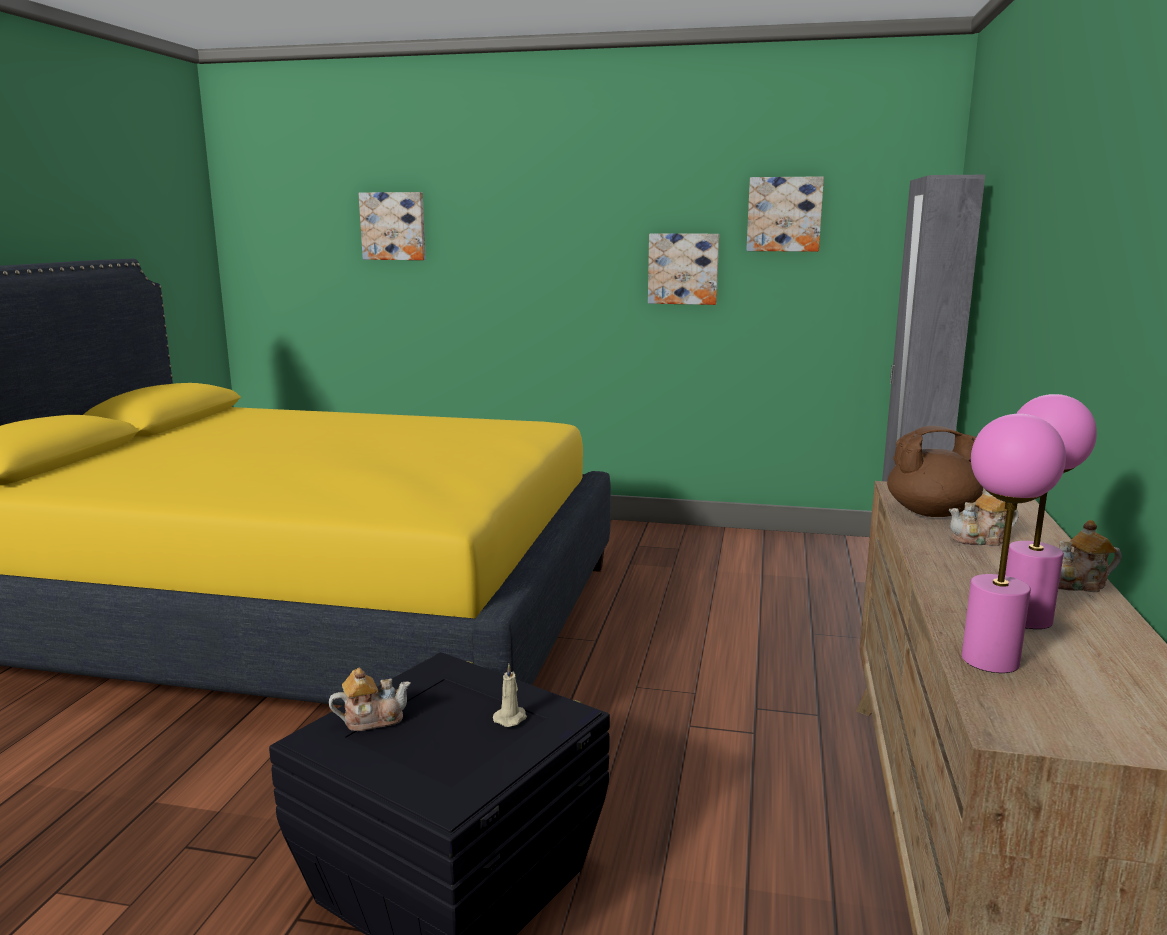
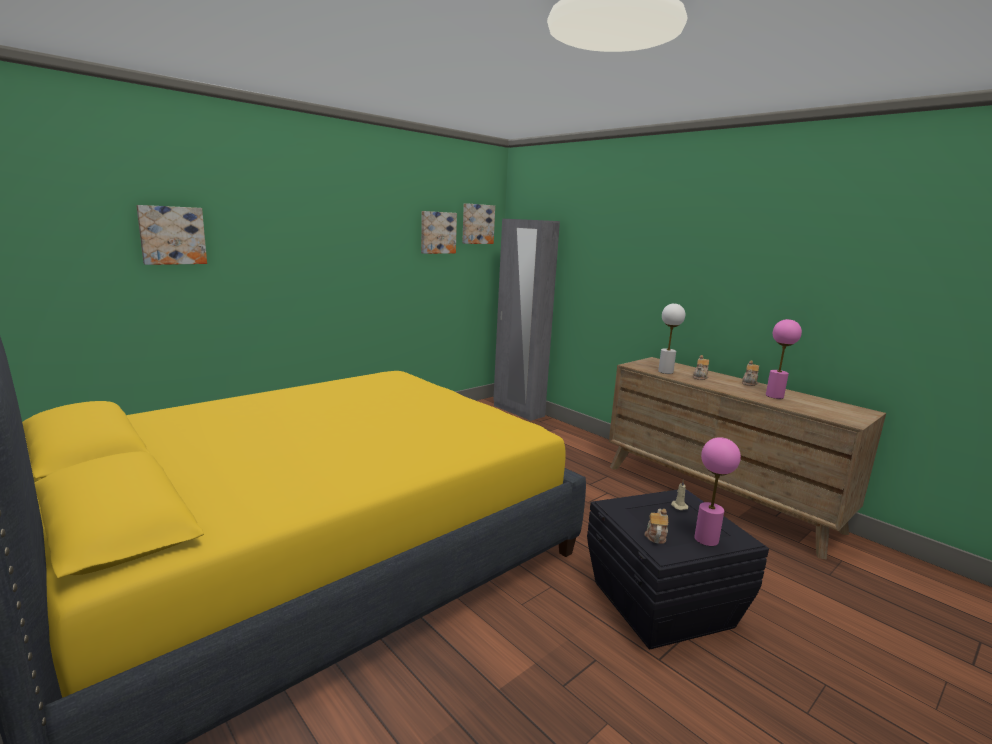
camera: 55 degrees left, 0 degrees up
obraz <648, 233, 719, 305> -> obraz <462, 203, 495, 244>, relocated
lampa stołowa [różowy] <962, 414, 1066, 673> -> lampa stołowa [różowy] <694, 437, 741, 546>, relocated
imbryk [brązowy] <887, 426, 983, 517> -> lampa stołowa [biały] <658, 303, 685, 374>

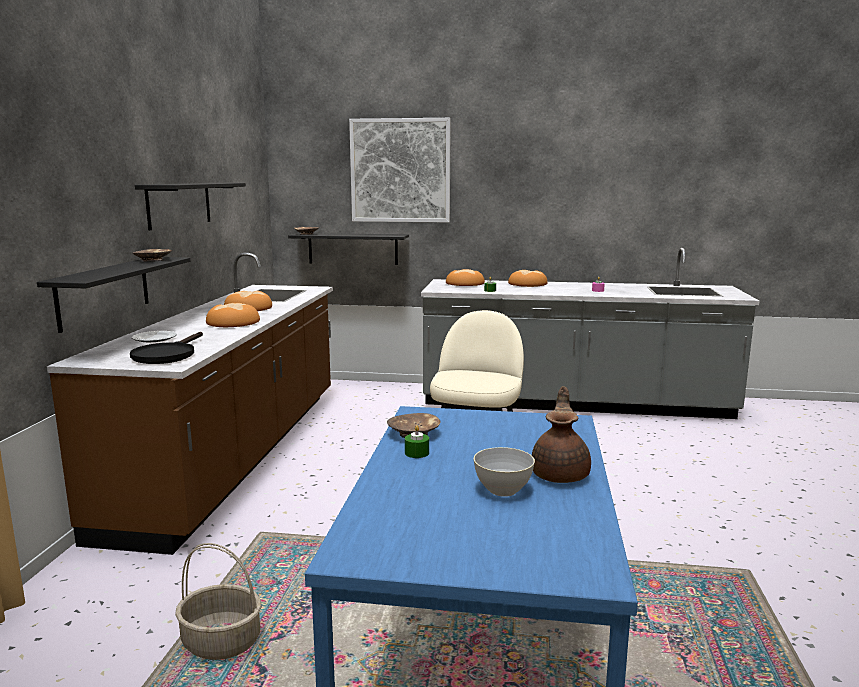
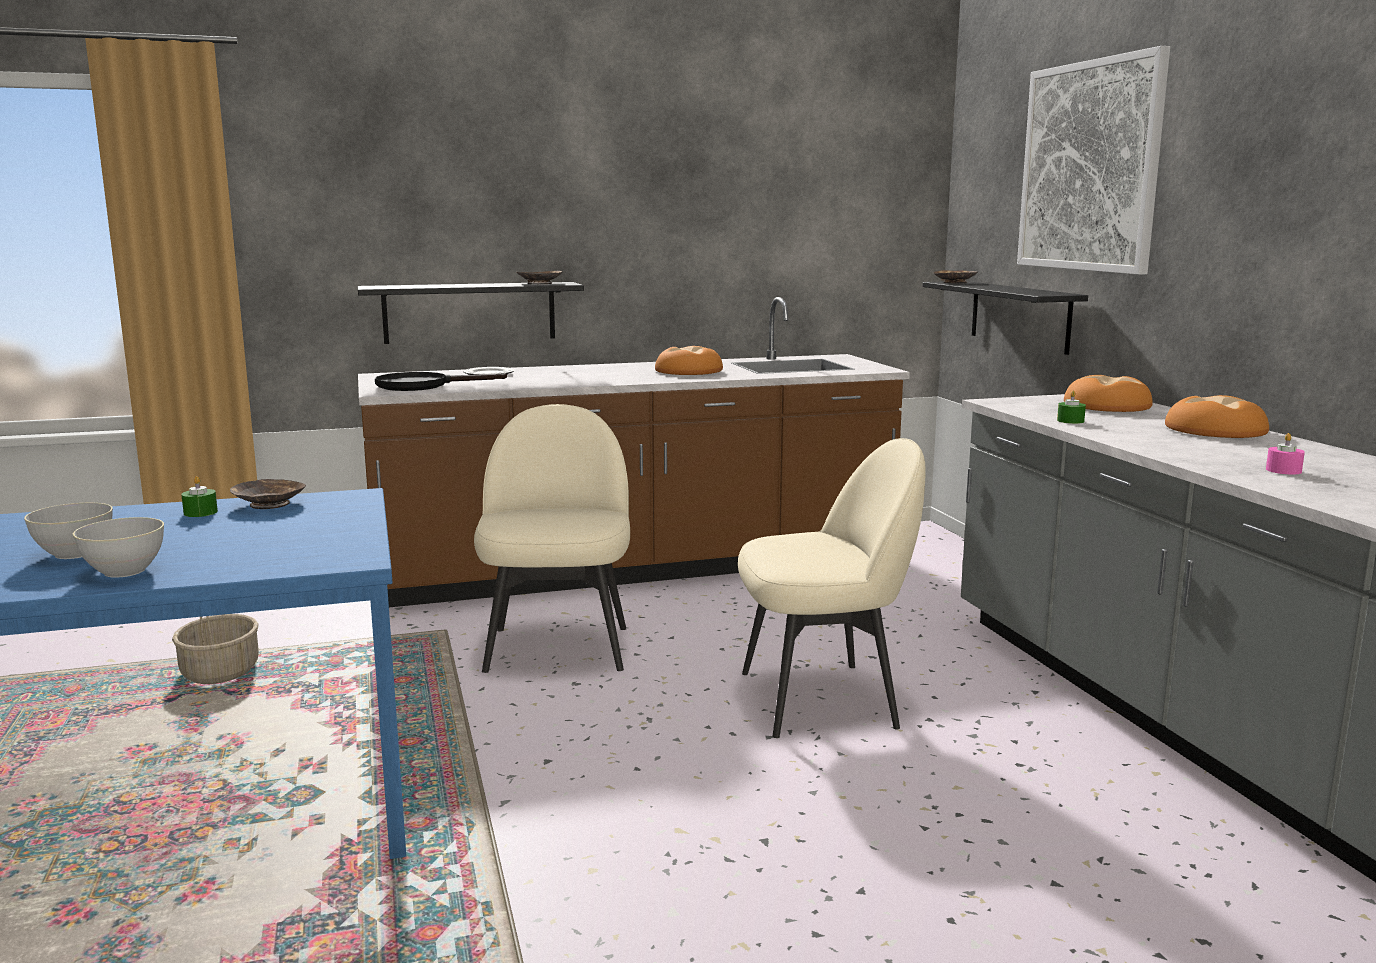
camera: 65 degrees right, 0 degrees up
półka [czarny] <135, 183, 246, 230> -> none
chleb <206, 303, 260, 327> -> none
none -> krzesło [beżowy] <474, 404, 630, 673>
imbryk [brązowy] <532, 386, 591, 483> -> miska [szary] <73, 517, 164, 578>

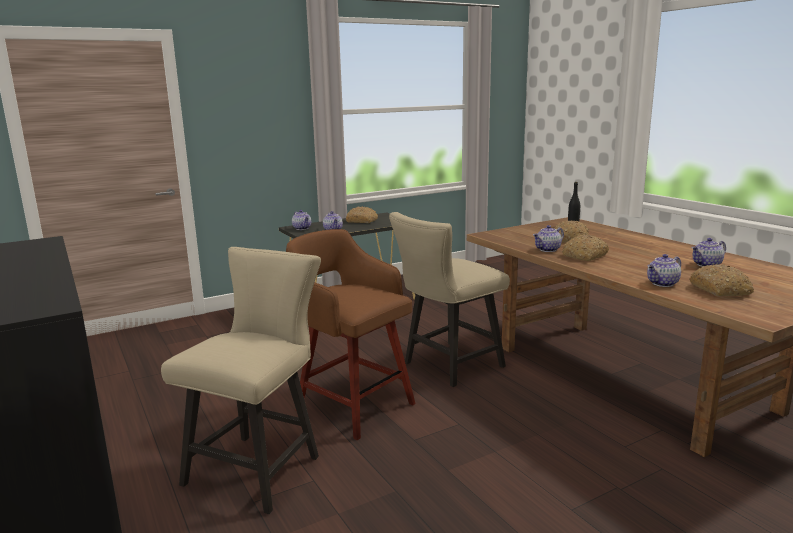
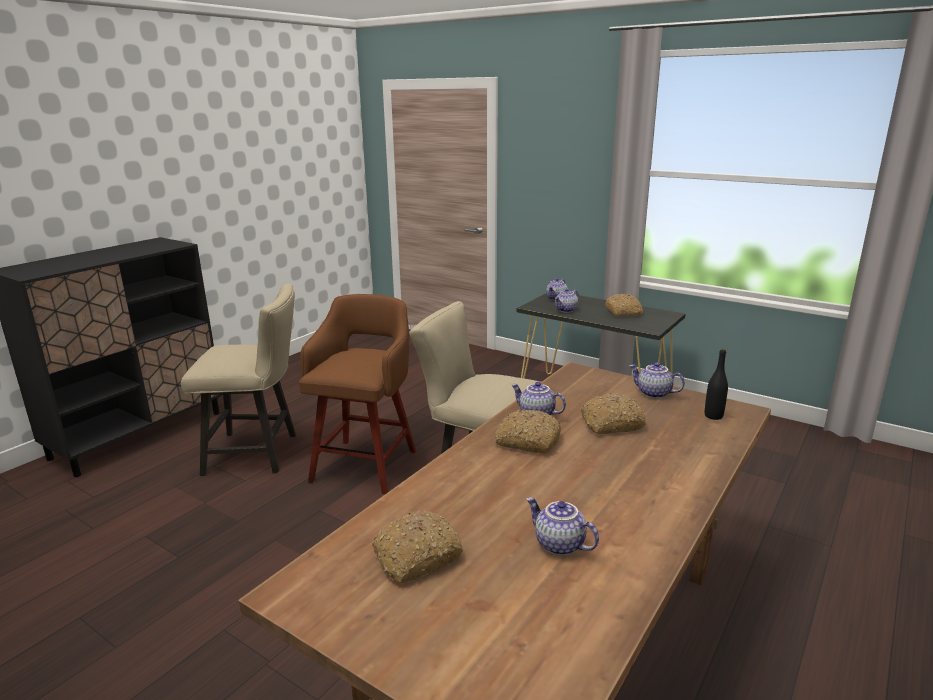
camera: 65 degrees right, 5 degrees up
imbryk <647, 254, 681, 287> -> imbryk <629, 362, 685, 398>, relocated

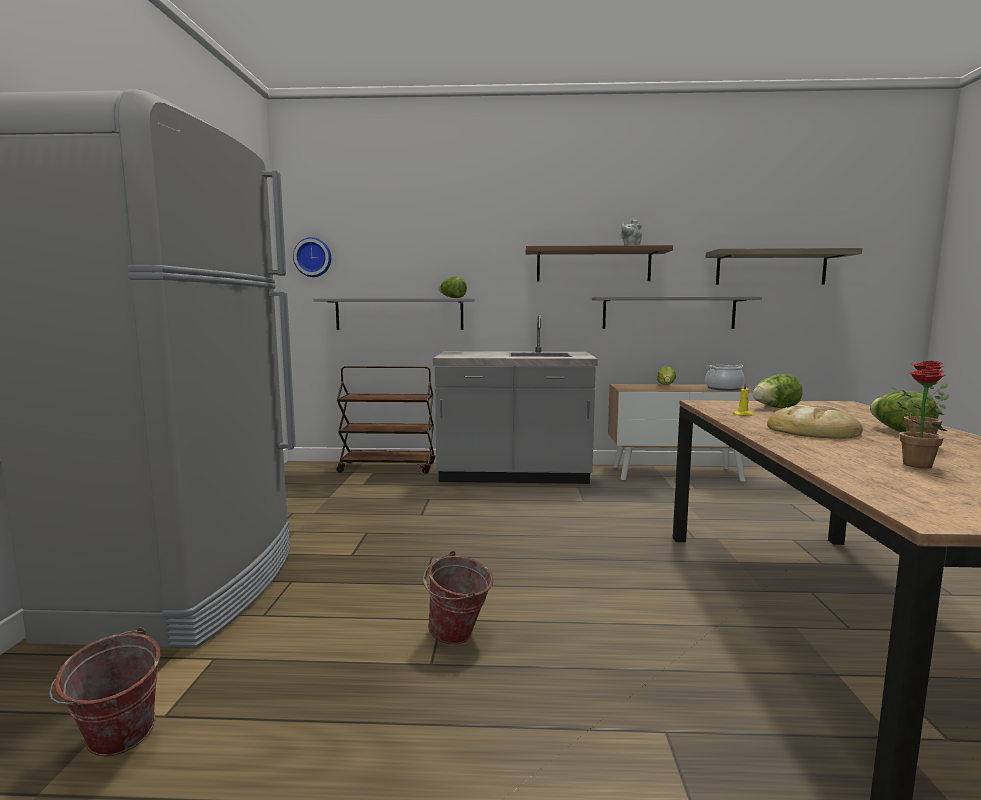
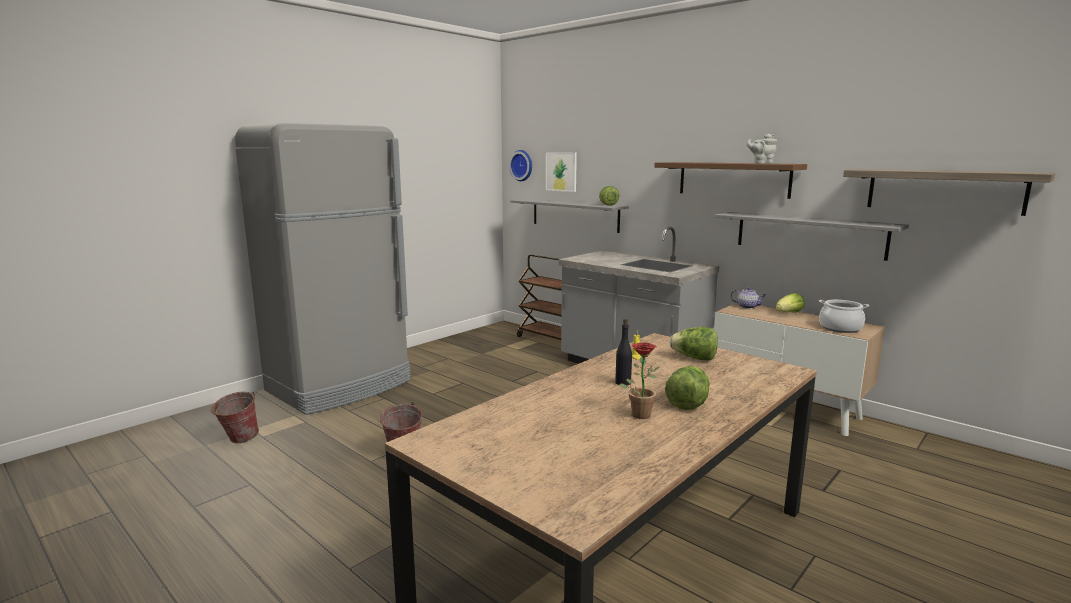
camera: 40 degrees right, 5 degrees up
roślina doniczkowa <880, 368, 949, 469> -> none
none -> obraz <546, 152, 577, 192>
none -> imbryk <731, 287, 767, 309>
chleb <767, 405, 863, 439> -> butelka [czarny] <615, 318, 632, 386>

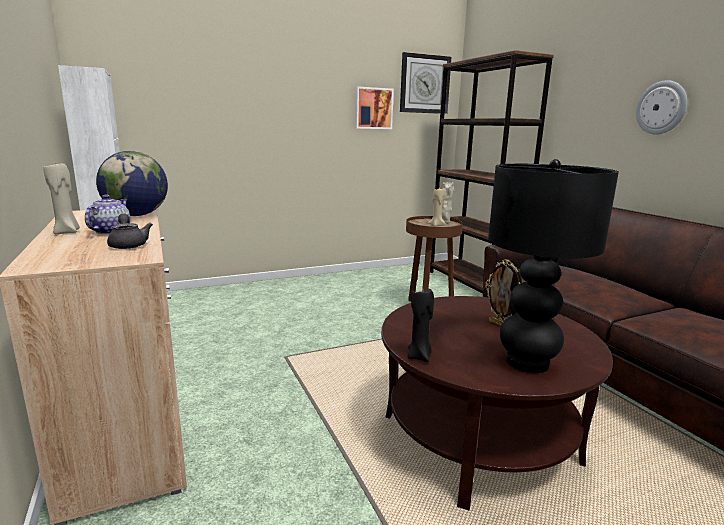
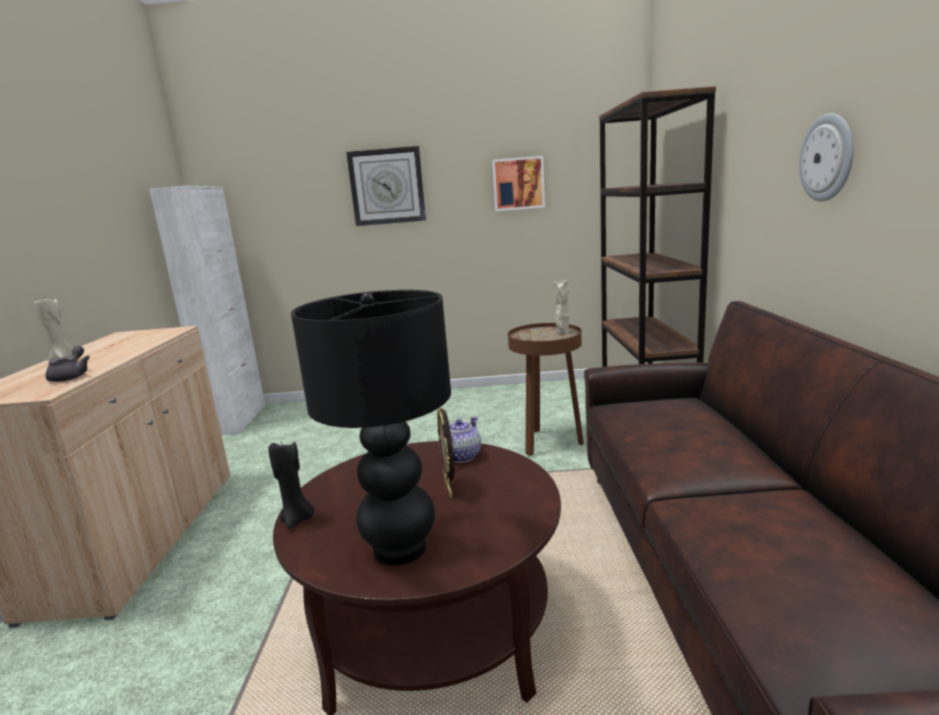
camera: 25 degrees right, 0 degrees up
globus <96, 151, 168, 216> -> none
świeca [beżowy] <428, 188, 446, 226> -> none
imbryk <85, 195, 130, 234> -> imbryk <440, 416, 481, 463>, relocated
zegar ścienny <400, 52, 451, 114> -> zegar ścienny <346, 146, 426, 226>, relocated

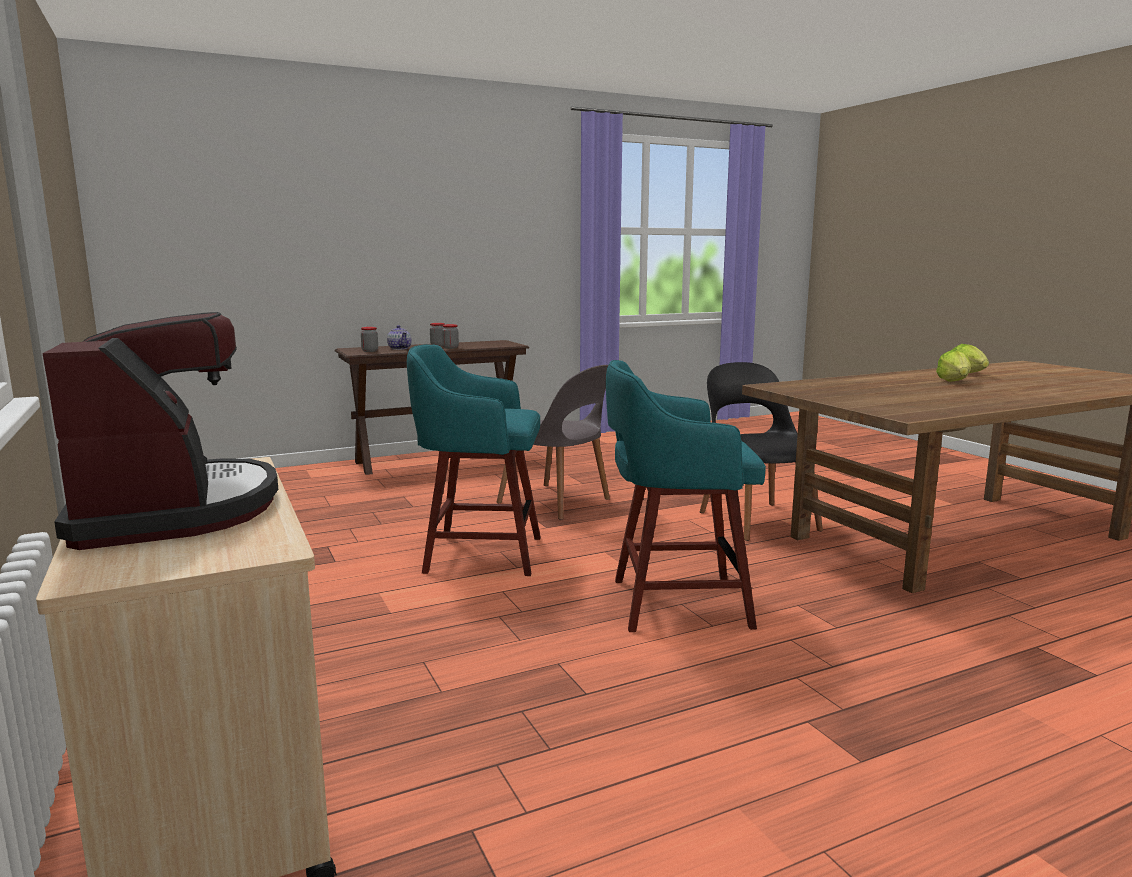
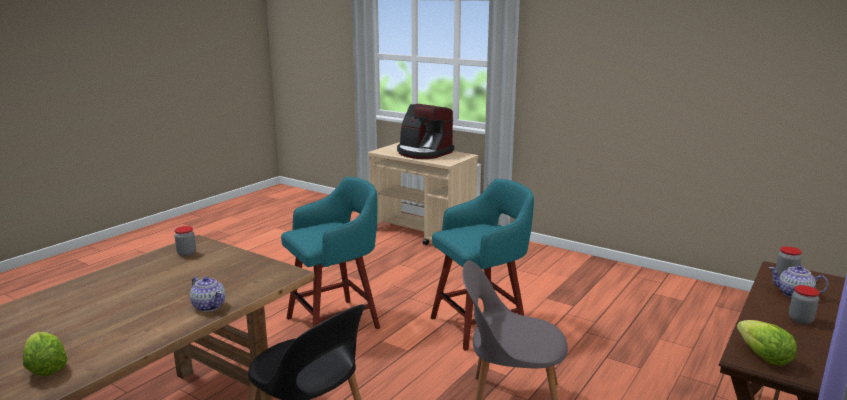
camera: 150 degrees right, 5 degrees up
none -> imbryk <190, 277, 225, 312>
słoik <442, 324, 459, 349> -> słoik <175, 226, 196, 257>, relocated
sałata <936, 350, 971, 381> -> sałata <737, 320, 797, 366>, relocated

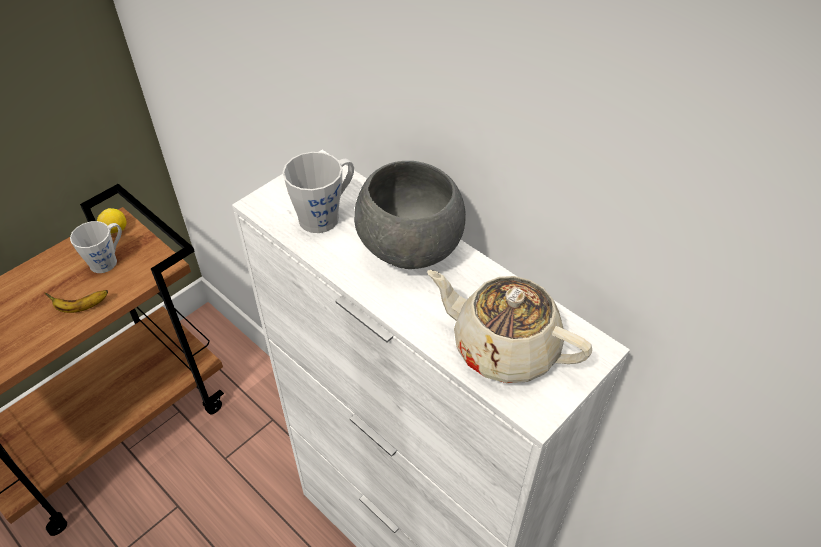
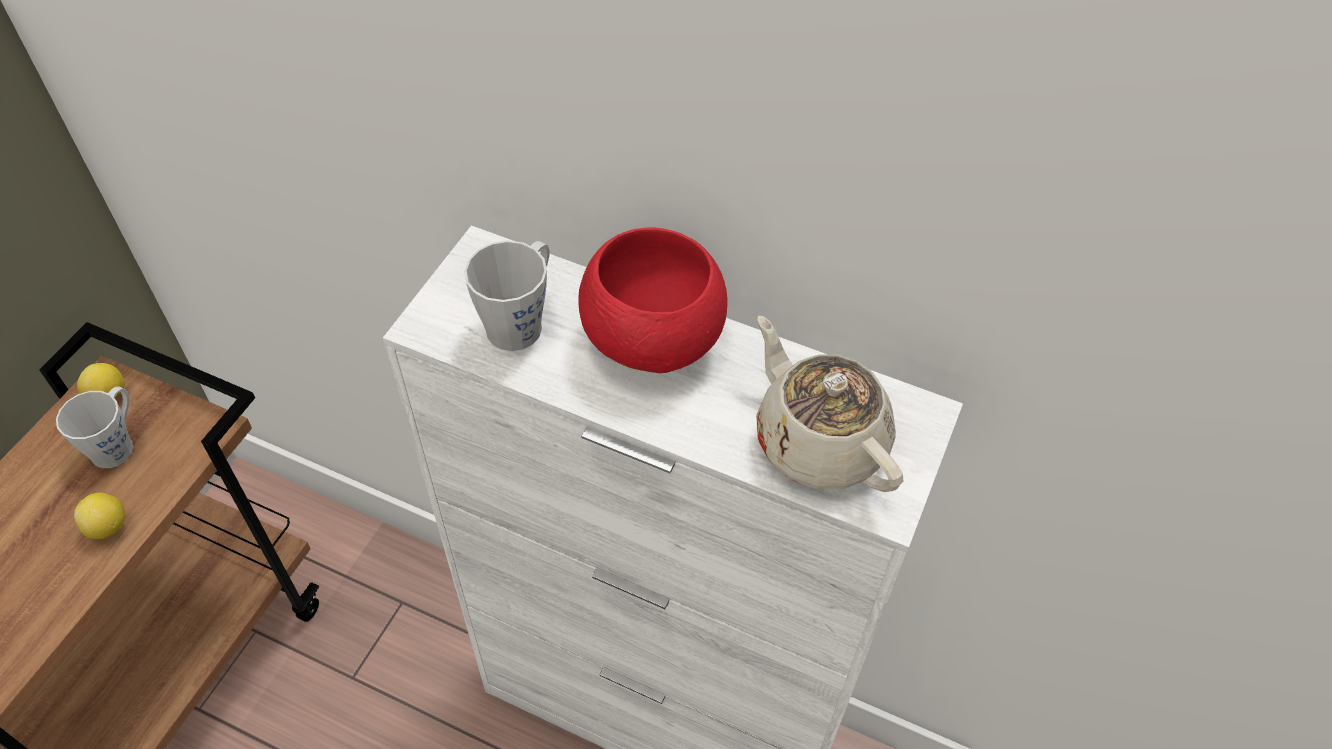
camera: 20 degrees left, 5 degrees up
banan <45, 290, 108, 313> -> cytryna <74, 492, 125, 539>
miska [szary] <354, 161, 466, 269> -> miska [czerwony] <578, 228, 728, 373>
imbryk [beżowy] <427, 270, 592, 383> -> imbryk [beżowy] <756, 316, 903, 492>, 45 degrees clockwise

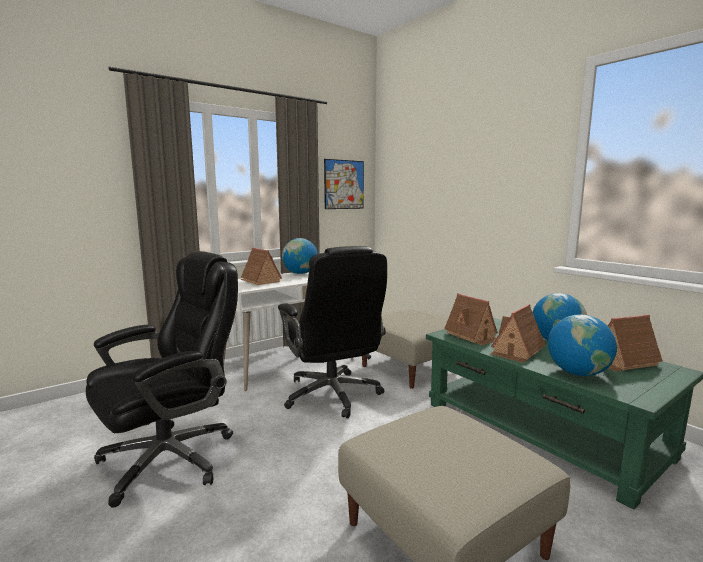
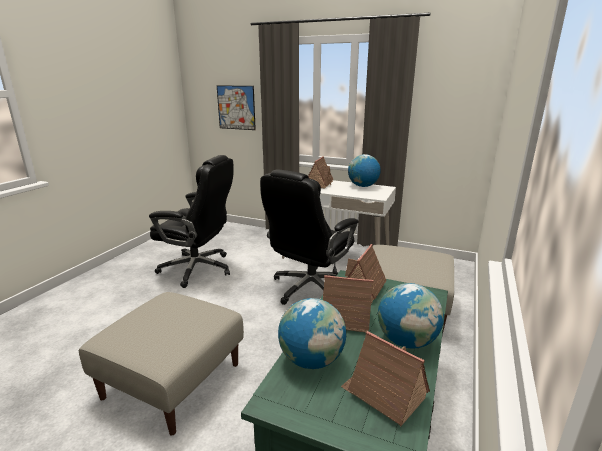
camera: 60 degrees right, 10 degrees up
obraz <324, 159, 364, 209> -> obraz <217, 85, 256, 130>, relocated

